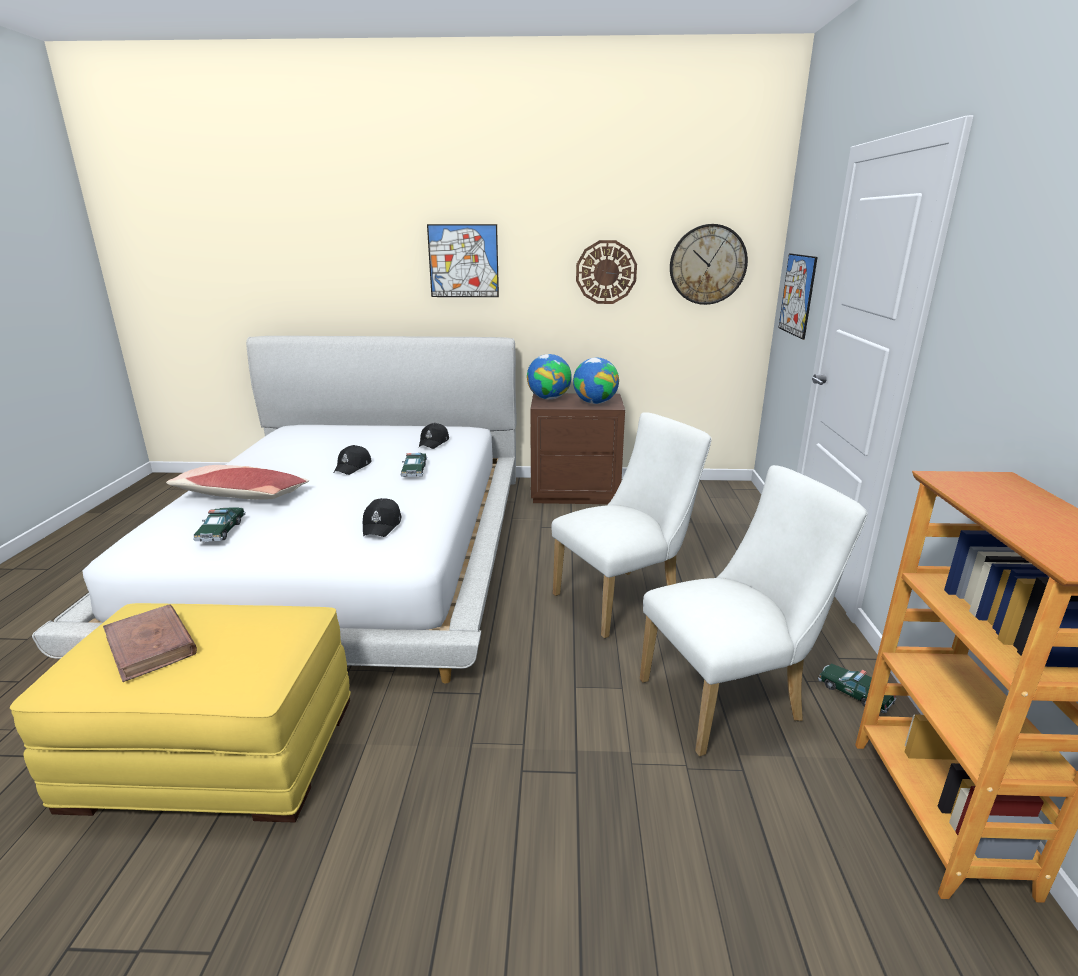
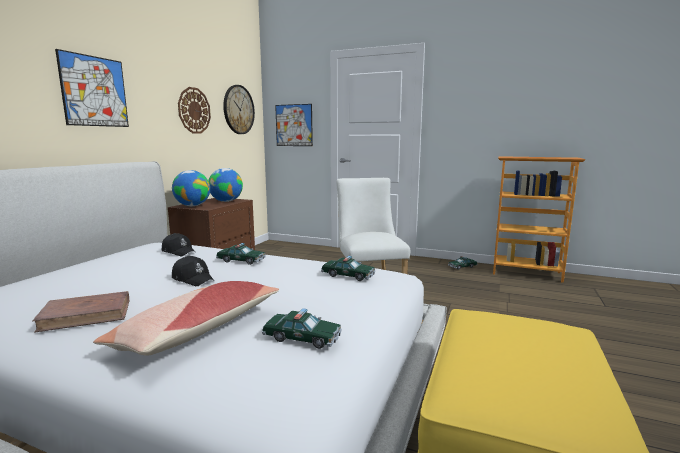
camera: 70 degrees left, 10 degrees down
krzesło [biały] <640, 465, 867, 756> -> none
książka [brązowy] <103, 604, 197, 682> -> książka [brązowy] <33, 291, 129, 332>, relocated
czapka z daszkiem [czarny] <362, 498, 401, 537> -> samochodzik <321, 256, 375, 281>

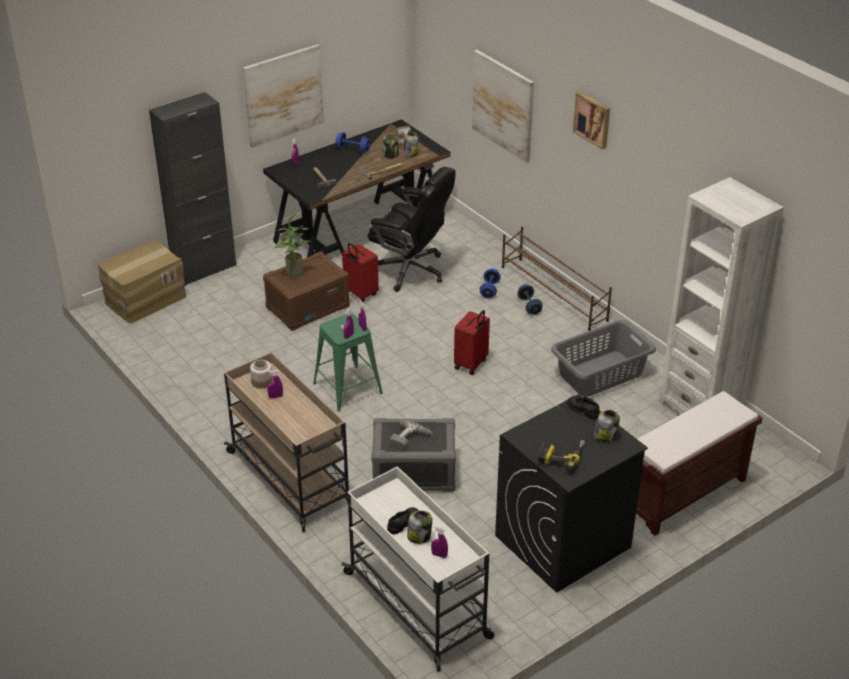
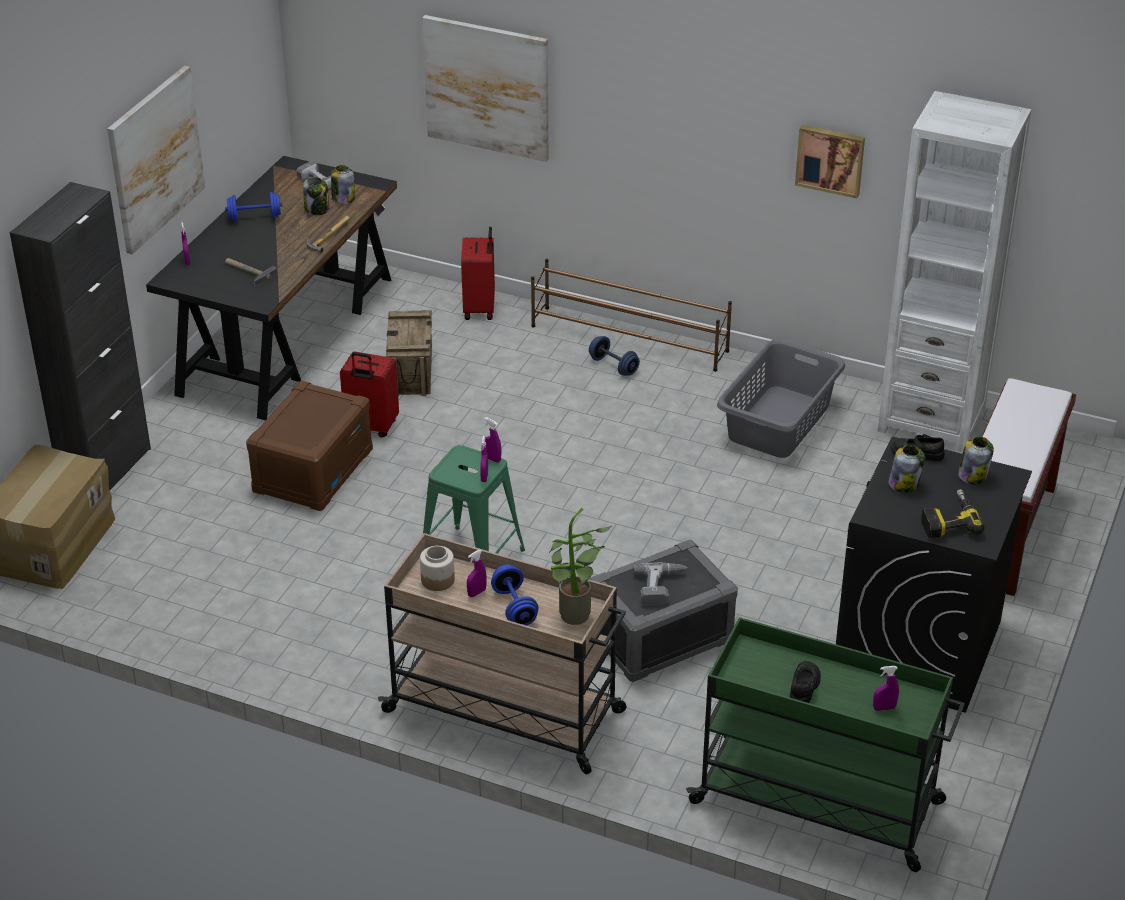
camera: 30 degrees left, 0 degrees up
roślina doniczkowa <275, 213, 312, 278> -> roślina doniczkowa <549, 508, 612, 625>, relocated
słoik <407, 511, 432, 544> -> słoik <889, 445, 925, 493>, relocated
walizka [czerwony] <454, 310, 490, 375> -> walizka [czerwony] <461, 227, 495, 320>, relocated
hantel [niebieski] <480, 269, 501, 299> -> hantel [niebieski] <491, 565, 539, 626>, relocated
obraz <573, 92, 610, 150> -> obraz <795, 125, 865, 198>, relocated
krzesło biurowe [czarny] <368, 167, 456, 292> -> skrzynka <386, 310, 432, 396>
wózek [biały] <341, 466, 494, 672> -> wózek [zielony] <686, 617, 965, 872>

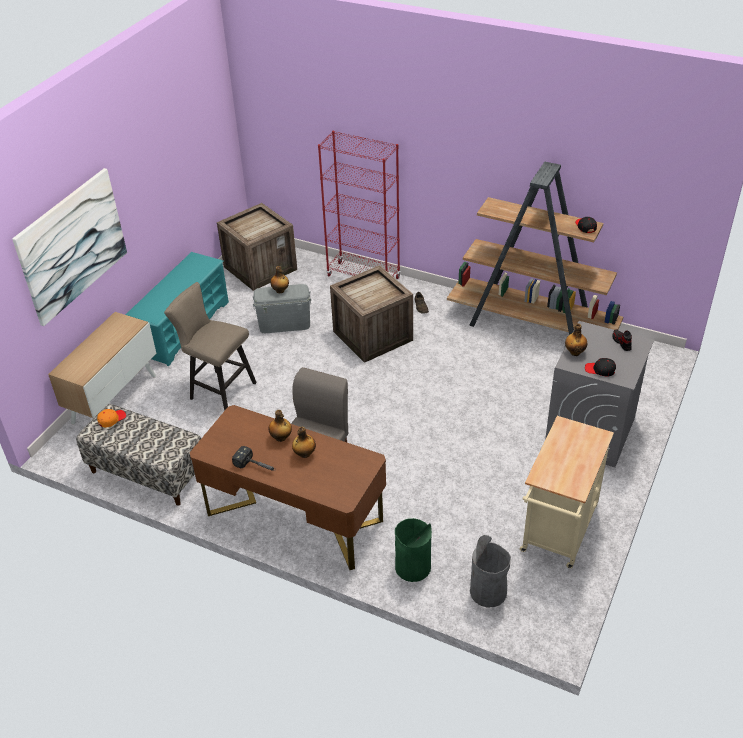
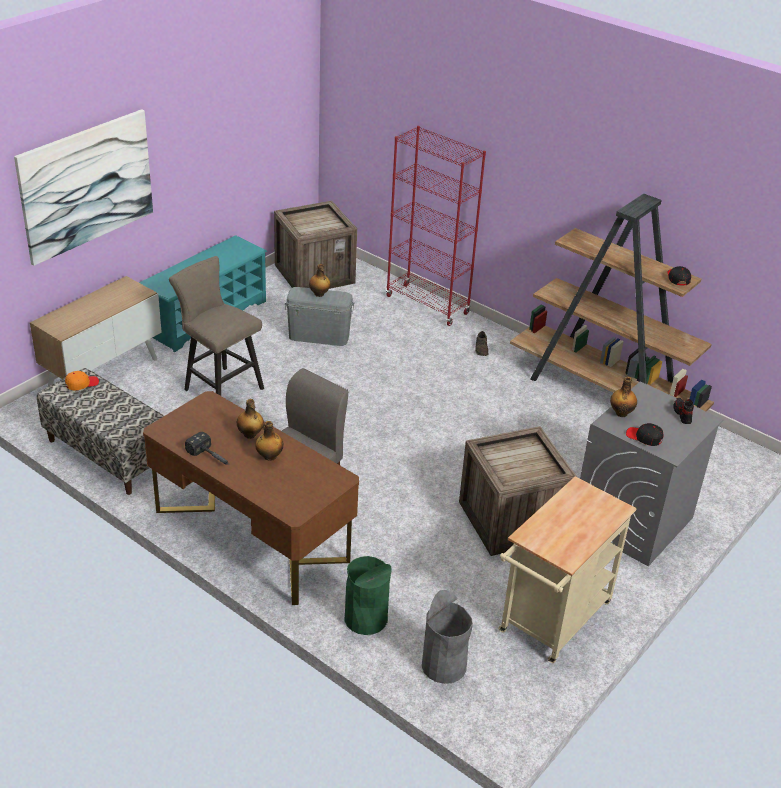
camera: 10 degrees right, 5 degrees down
skrzynka <330, 265, 413, 363> -> skrzynka <459, 426, 577, 556>, relocated

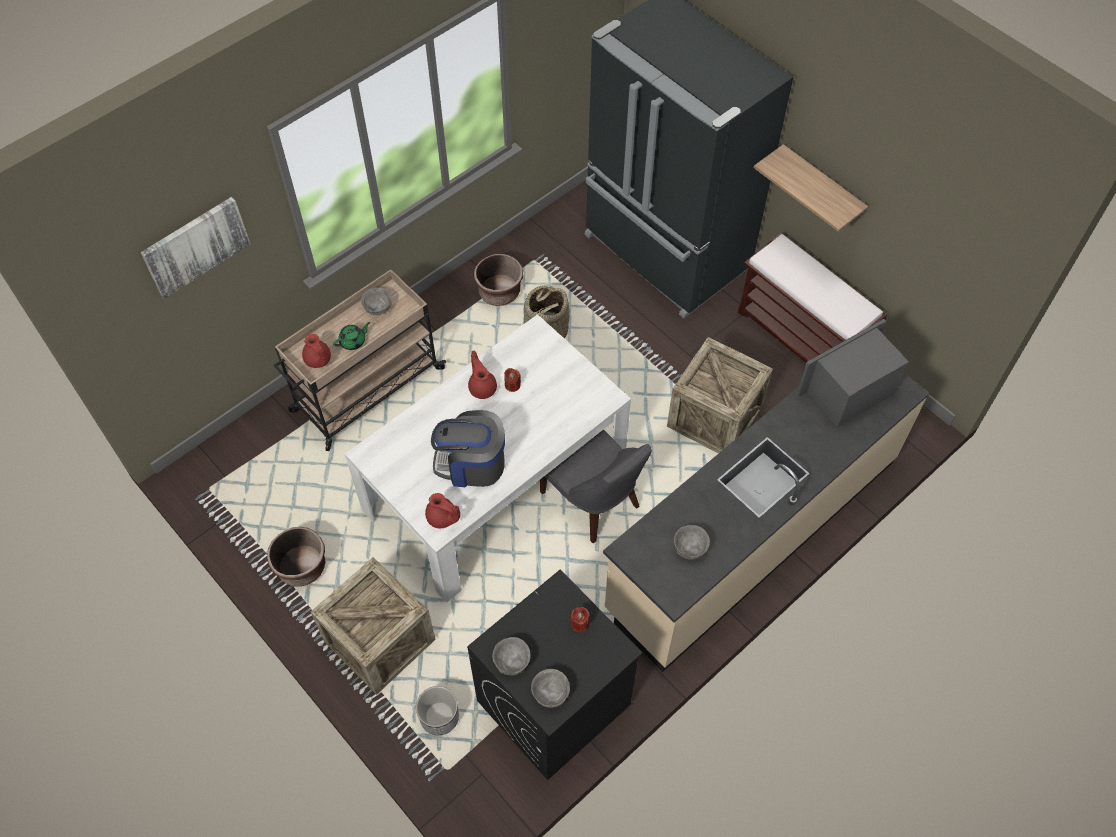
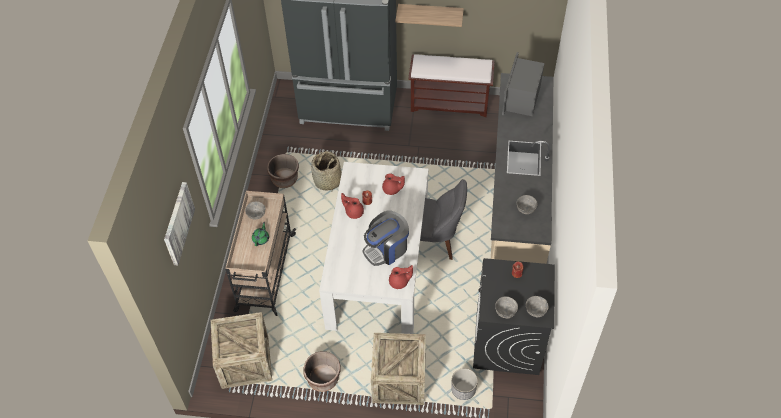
camera: 40 degrees left, 5 degrees down
imbryk [czerwony] <302, 334, 331, 368> -> imbryk [czerwony] <382, 173, 405, 195>, relocated
skrzynka <667, 337, 773, 454> -> skrzynka <211, 312, 272, 389>, relocated

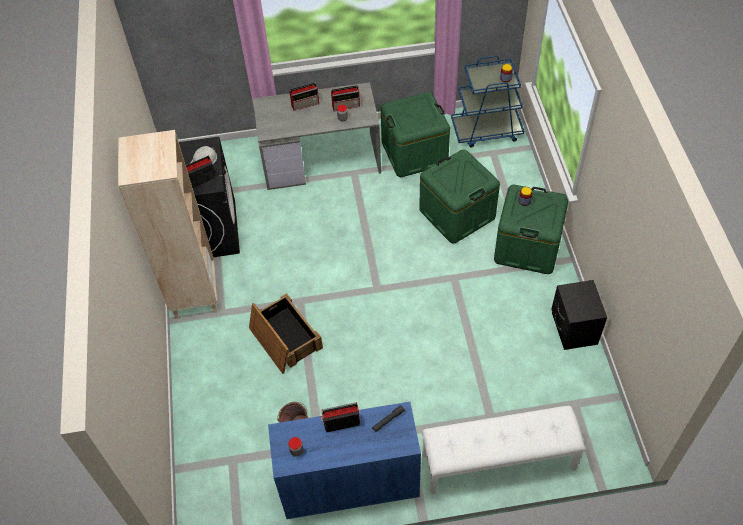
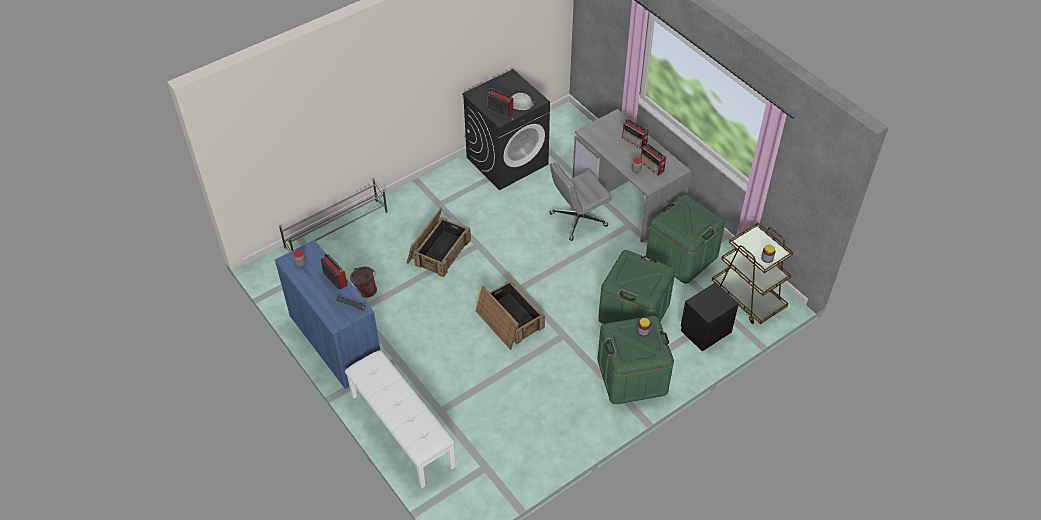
camera: 60 degrees right, 5 degrees down
regał [beżowy] <118, 130, 218, 319> -> none
none -> regał na buty [szary] <279, 179, 388, 252>
none -> skrzynka <476, 279, 545, 350>
none -> krzesło biurowe [szary] <550, 162, 612, 241>
szafka nocna [czarny] <551, 280, 607, 350> -> szafka nocna [czarny] <681, 282, 739, 352>, relocated
wózek [niebieski] <451, 56, 524, 148> -> wózek [brązowy] <712, 222, 793, 324>

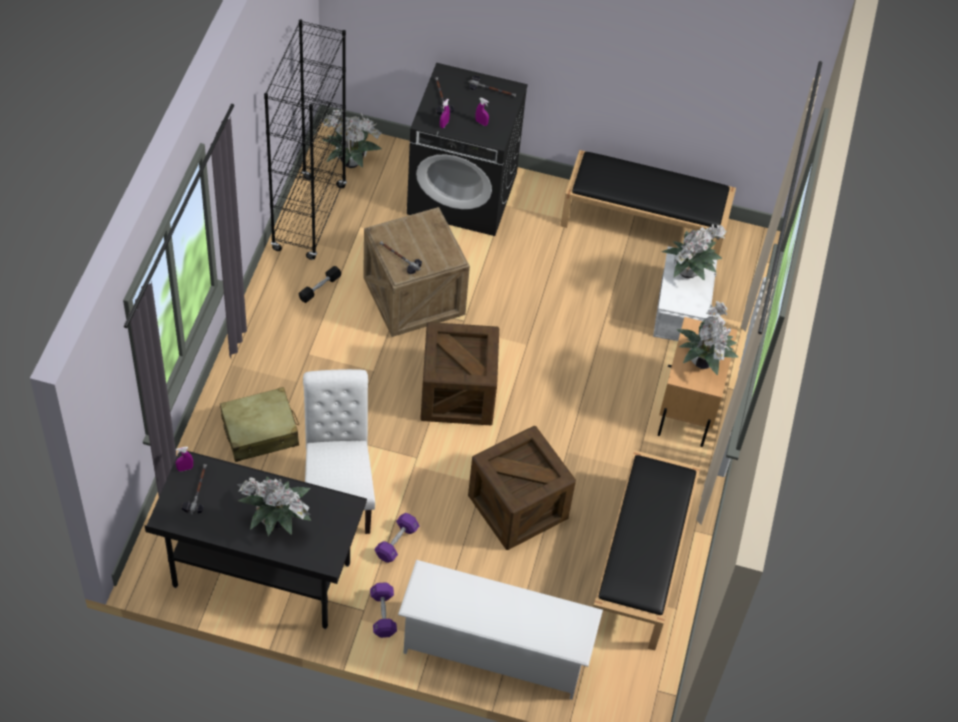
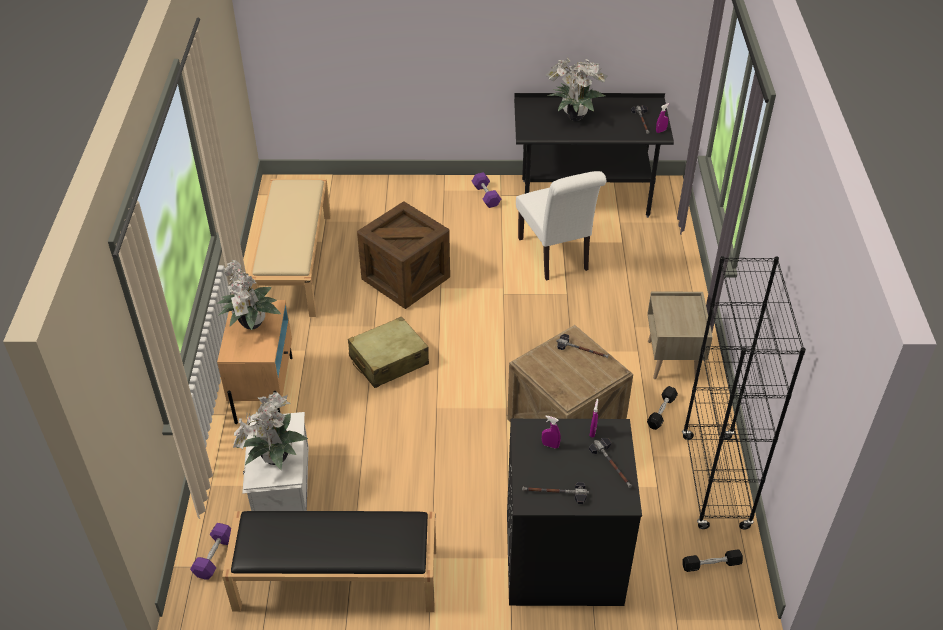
camera: 170 degrees right, 10 degrees down
regał na buty [biały] <398, 560, 603, 700> -> none
skrzynka <420, 322, 499, 425> -> none
none -> szafka nocna [beżowy] <647, 292, 713, 379>
walizka [beżowy] <220, 387, 299, 462> -> walizka [beżowy] <348, 317, 429, 388>, relocated
hantel [fioletowy] <374, 513, 420, 563> -> hantel [fioletowy] <190, 523, 231, 580>, relocated
roślina doniczkowa <321, 110, 382, 168> -> hantel [czarny] <682, 549, 743, 572>
ławka [czarny] <593, 450, 700, 650> -> ławka [beżowy] <250, 179, 331, 317>

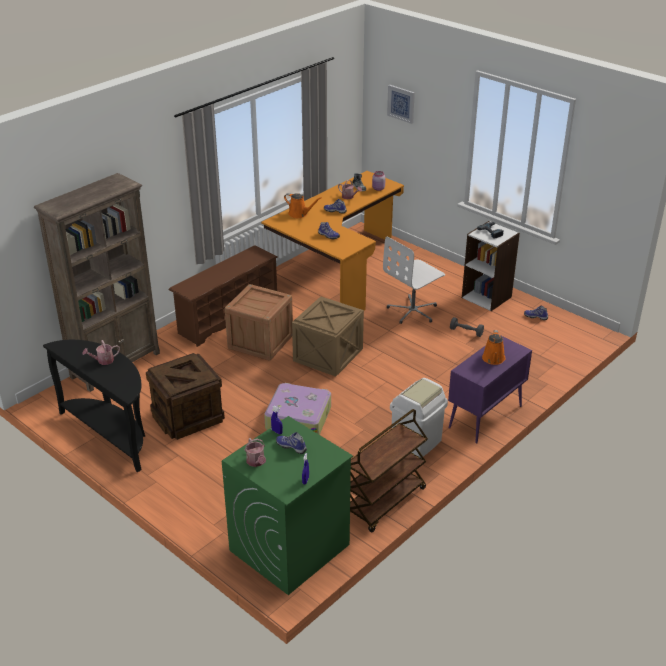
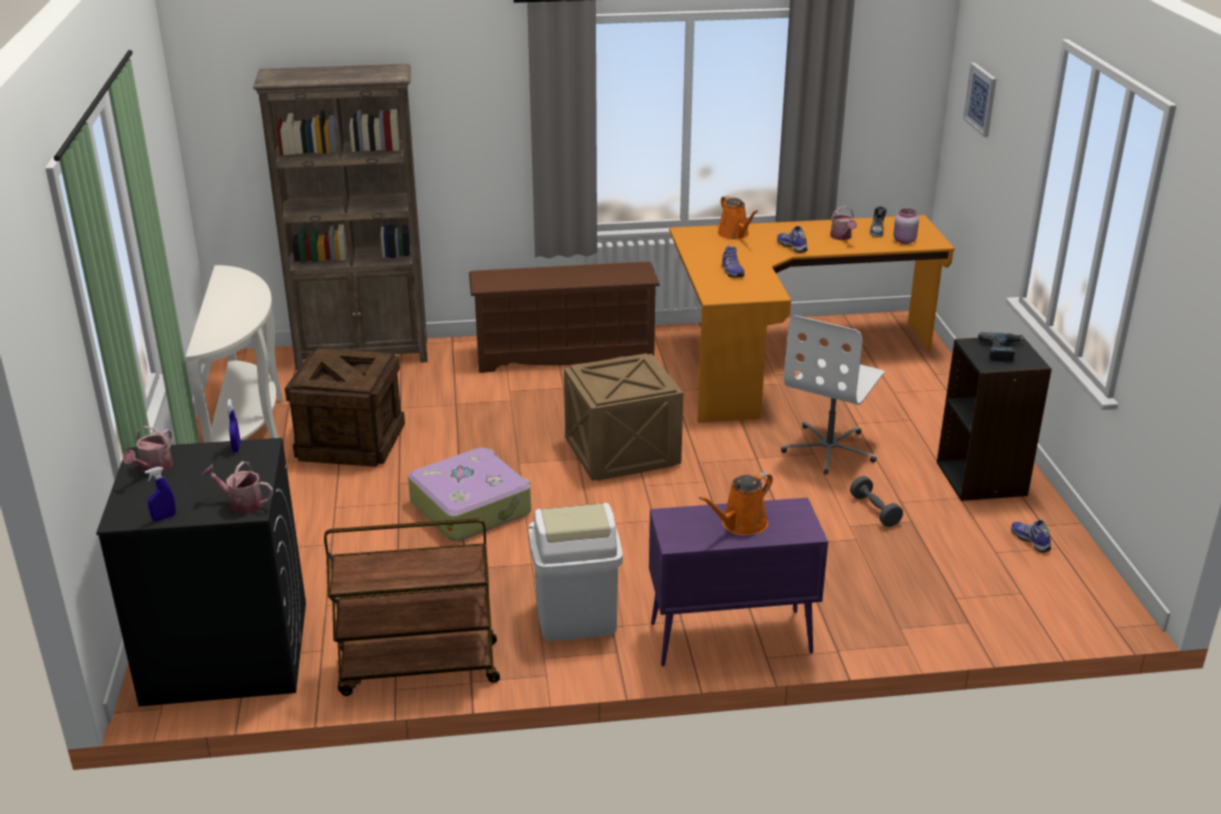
camera: 40 degrees right, 5 degrees down
skrzynka <225, 284, 293, 361> -> none
but <276, 432, 307, 454> -> none
konewka <82, 340, 120, 365> -> konewka <202, 461, 273, 513>, relocated
stolik konsolowy [czarny] <43, 340, 145, 472> -> stolik konsolowy [biały] <185, 265, 284, 443>
pralka [zielony] <222, 416, 353, 595> -> pralka [czarny] <96, 438, 306, 706>
regał [biały] <462, 221, 520, 311> -> regał [czarny] <937, 335, 1052, 501>
krzesło biurowe [biały] <383, 236, 445, 324> -> krzesło biurowe [biały] <781, 316, 885, 474>, 60 degrees counterclockwise

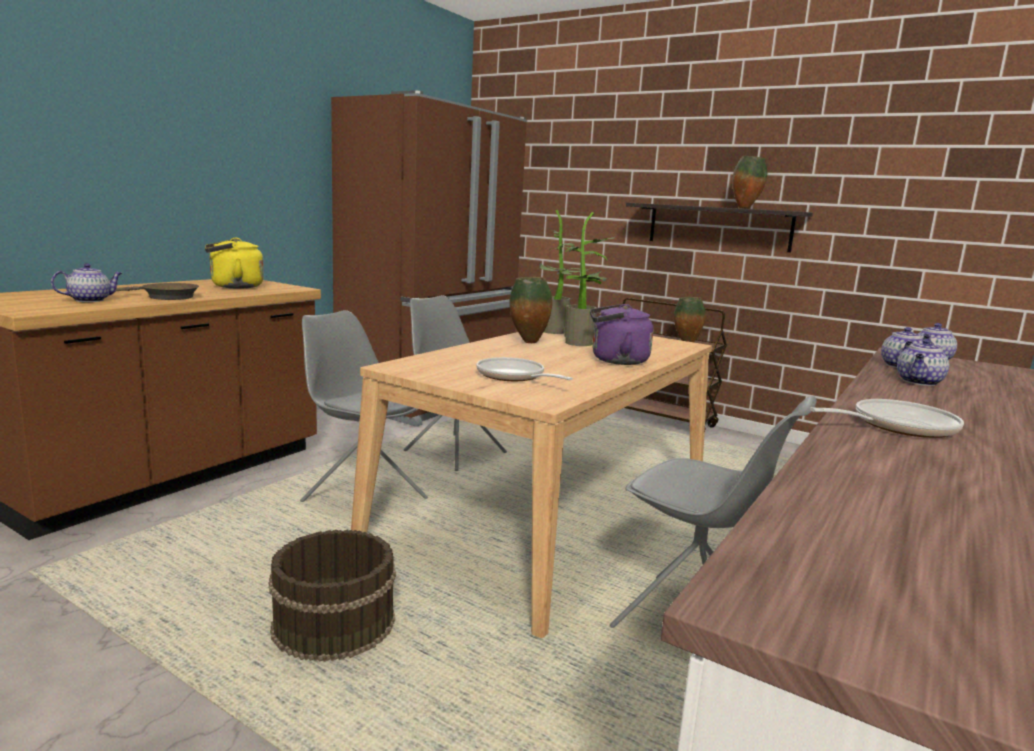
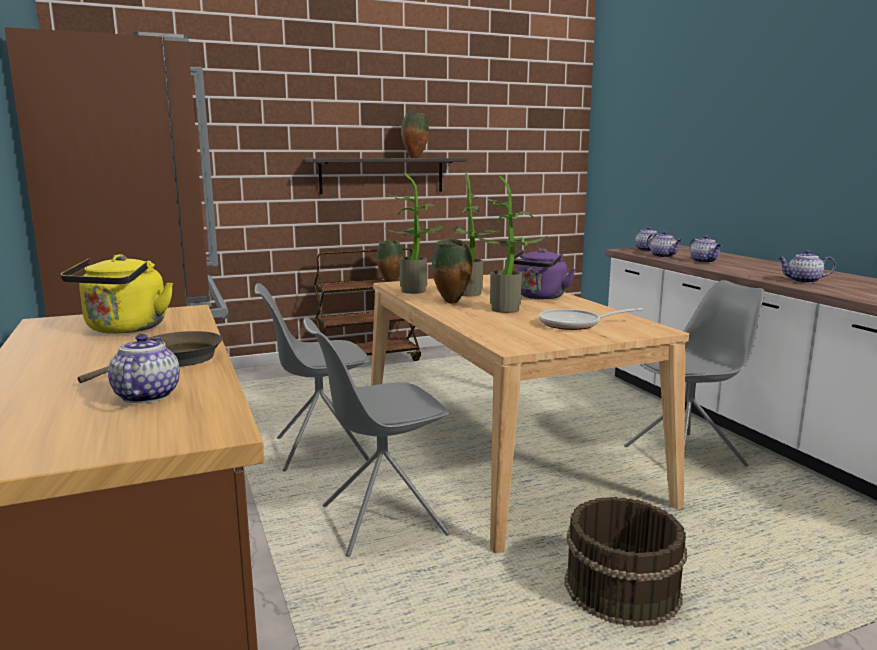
camera: 55 degrees left, 0 degrees up
none -> roślina doniczkowa <476, 175, 548, 313>
patelnia <810, 399, 964, 438> -> imbryk <778, 250, 836, 283>

